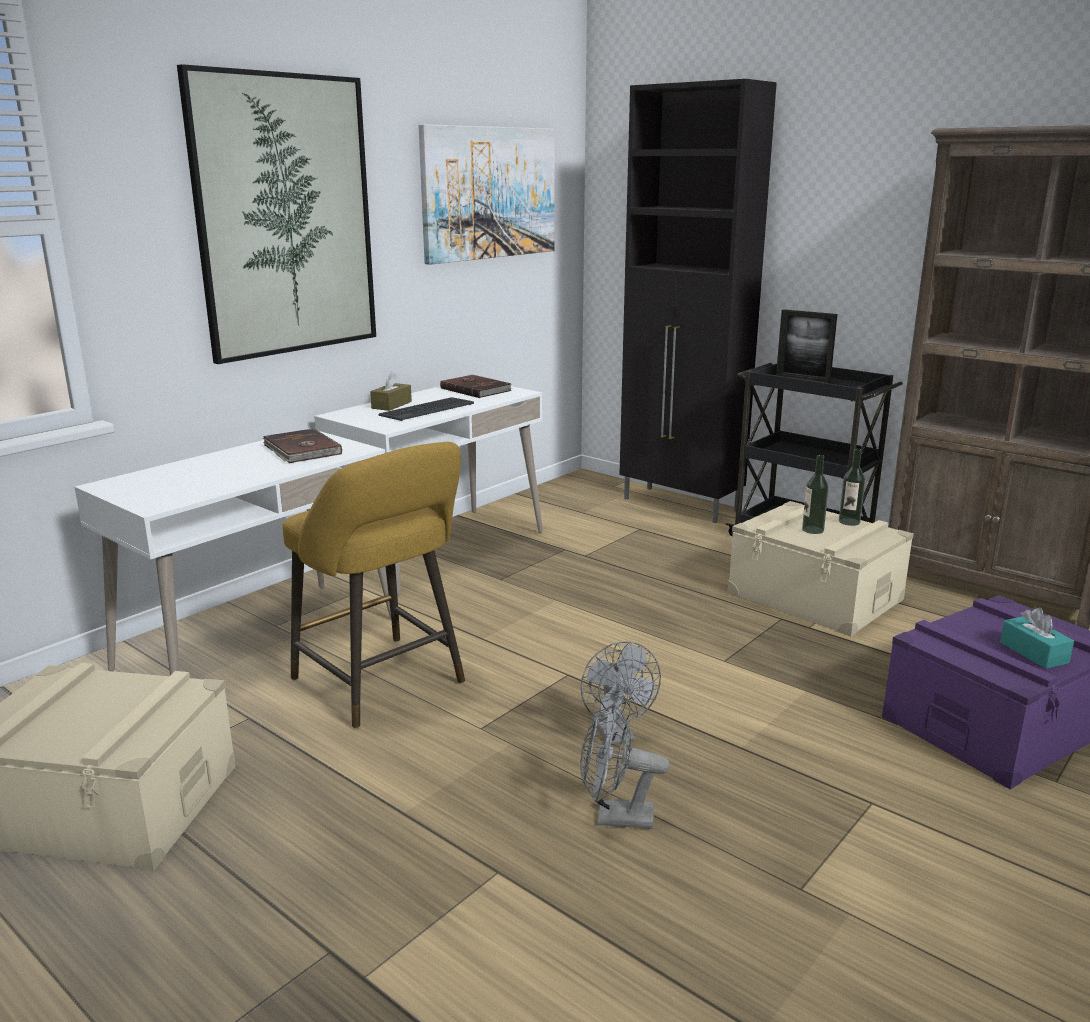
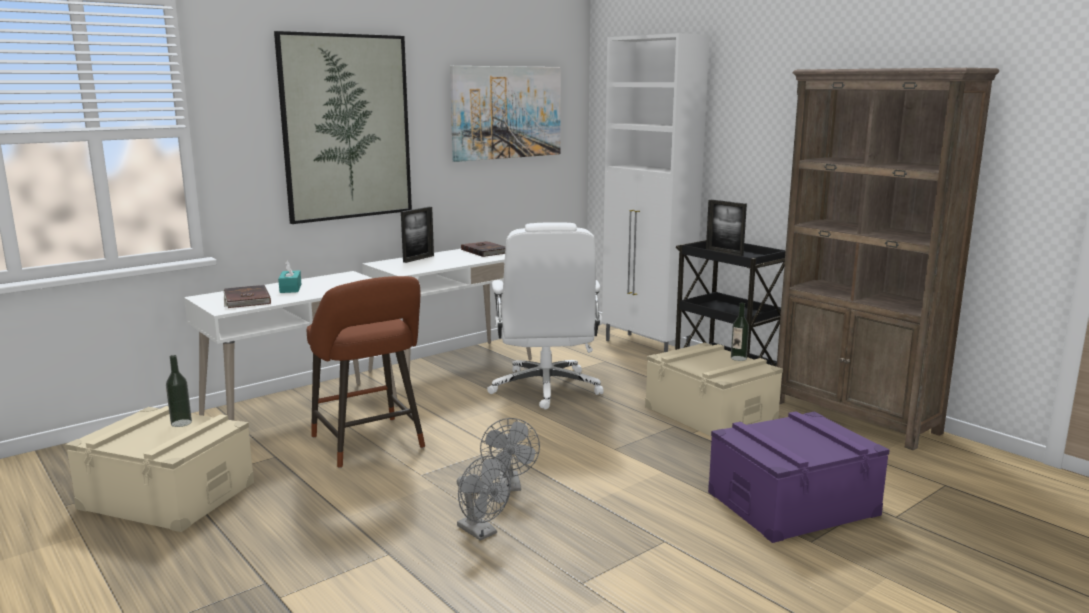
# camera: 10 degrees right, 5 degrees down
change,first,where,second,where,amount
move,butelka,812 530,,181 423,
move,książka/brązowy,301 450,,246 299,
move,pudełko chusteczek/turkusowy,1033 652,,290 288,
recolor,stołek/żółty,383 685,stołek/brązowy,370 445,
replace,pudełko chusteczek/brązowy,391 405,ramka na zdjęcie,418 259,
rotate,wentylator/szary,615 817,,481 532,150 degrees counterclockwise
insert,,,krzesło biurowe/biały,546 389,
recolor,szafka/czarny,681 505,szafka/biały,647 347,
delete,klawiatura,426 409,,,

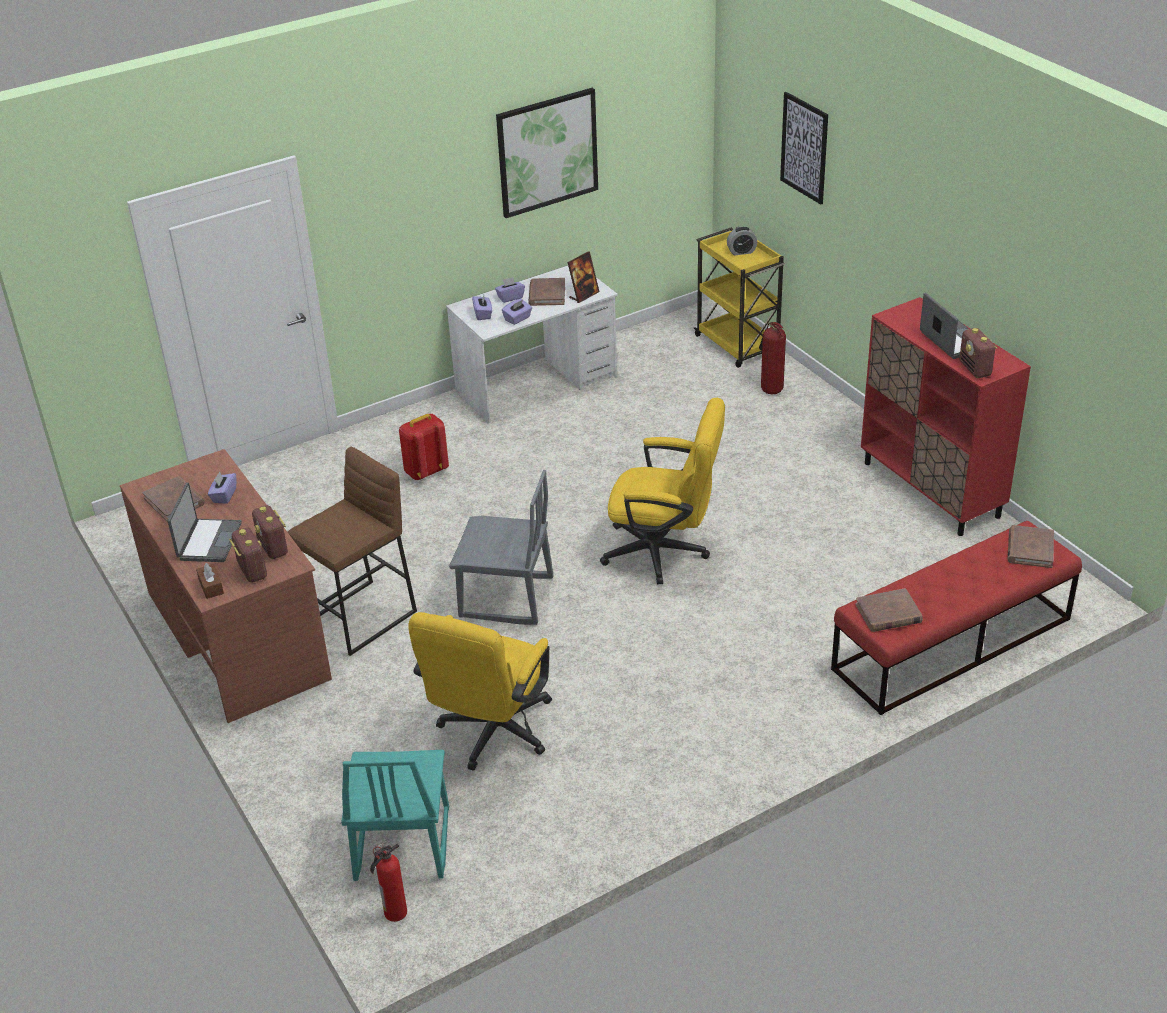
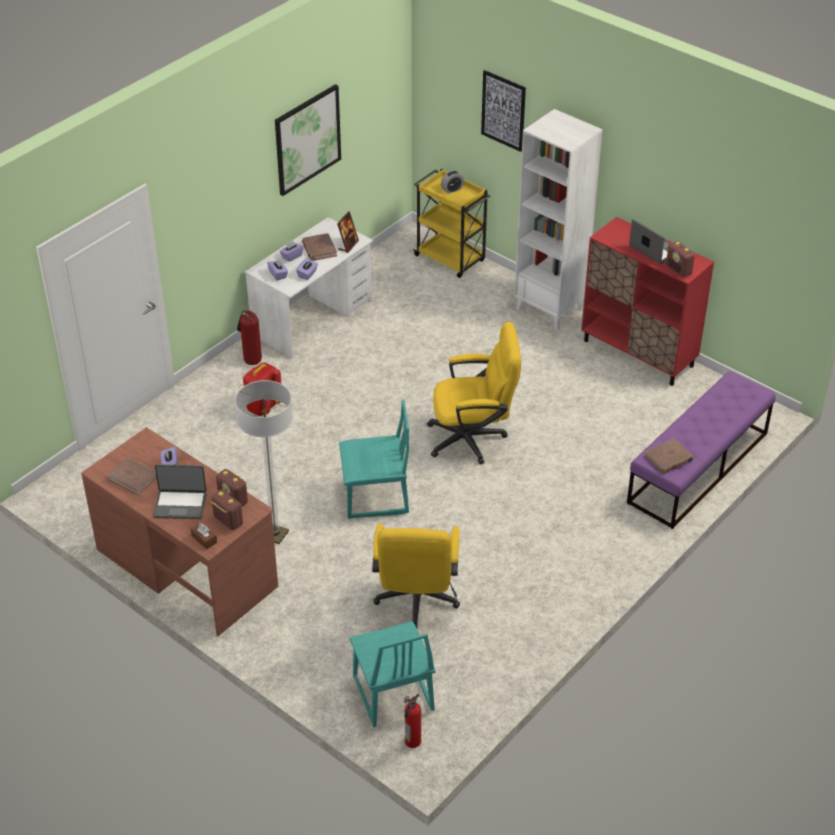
# camera: 20 degrees left, 5 degrees up
change,first,where,second,where,amount
rotate,laptop,208 541,,180 504,105 degrees clockwise
replace,stołek/brązowy,361 618,lampa stojąca,275 534,
move,gaśnica,770 389,,251 360,
recolor,krzesło/szary,506 598,krzesło/turkusowy,375 497,
insert,,,regał/biały,550 309,
recolor,ławka/czerwony,951 644,ławka/fioletowy,698 468,
delete,książka/brązowy,1030 549,,,

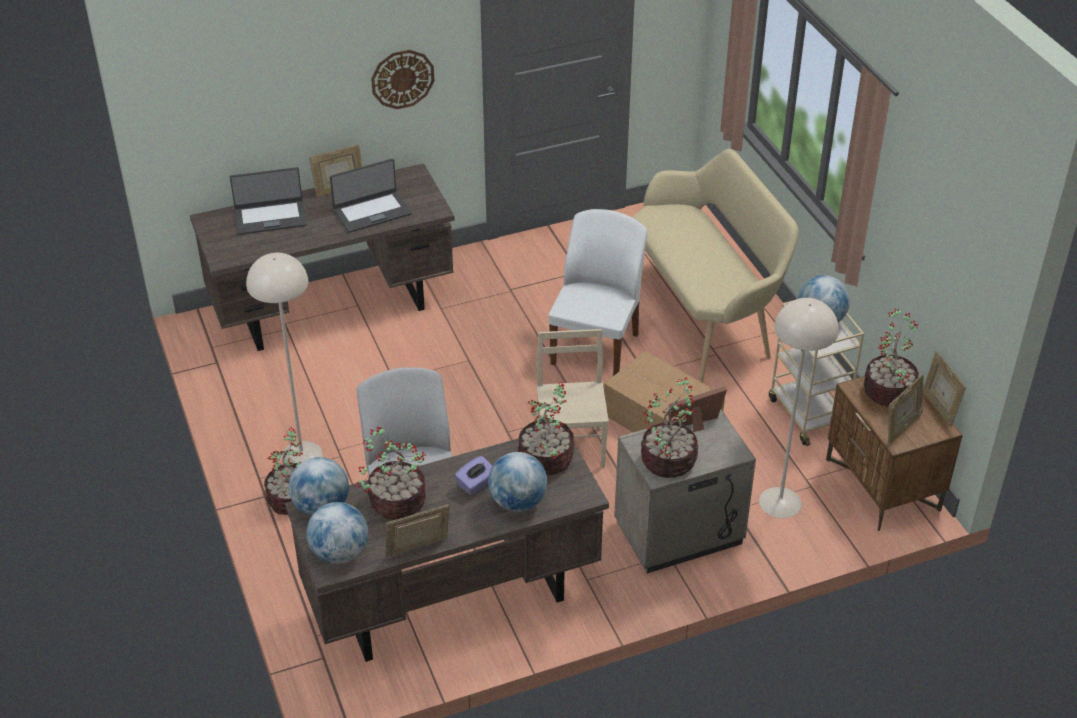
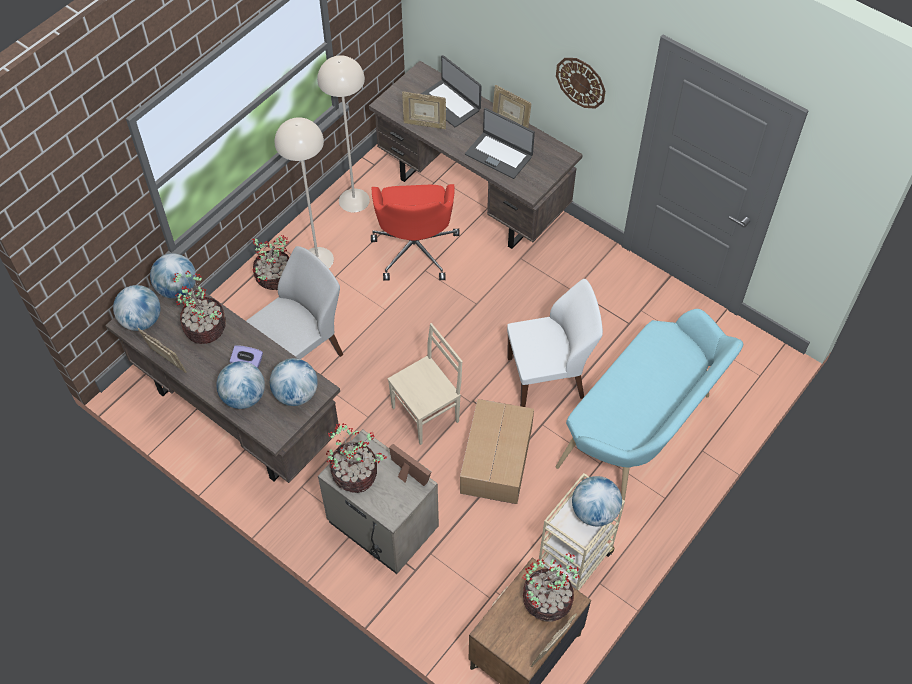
# camera: 60 degrees right, 15 degrees up
change,first,where,second,where,amount
replace,roślina doniczkowa,546 460,globus,296 394,
move,lampa stojąca/beżowy,780 502,,354 200,
insert,,,krzesło biurowe/czerwony,415 249,
move,ramka na zdjęcie,901 428,,424 124,
recolor,ławka/beżowy,704 315,ławka/turkusowy,642 433,

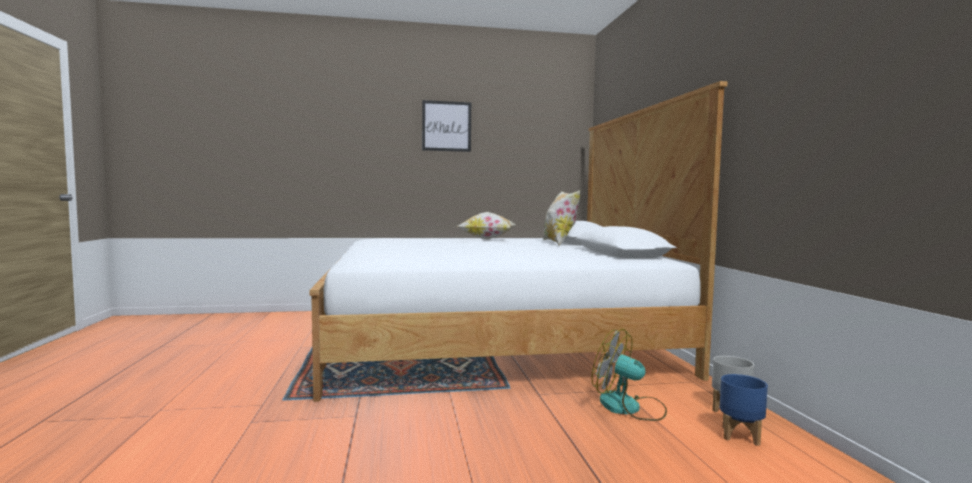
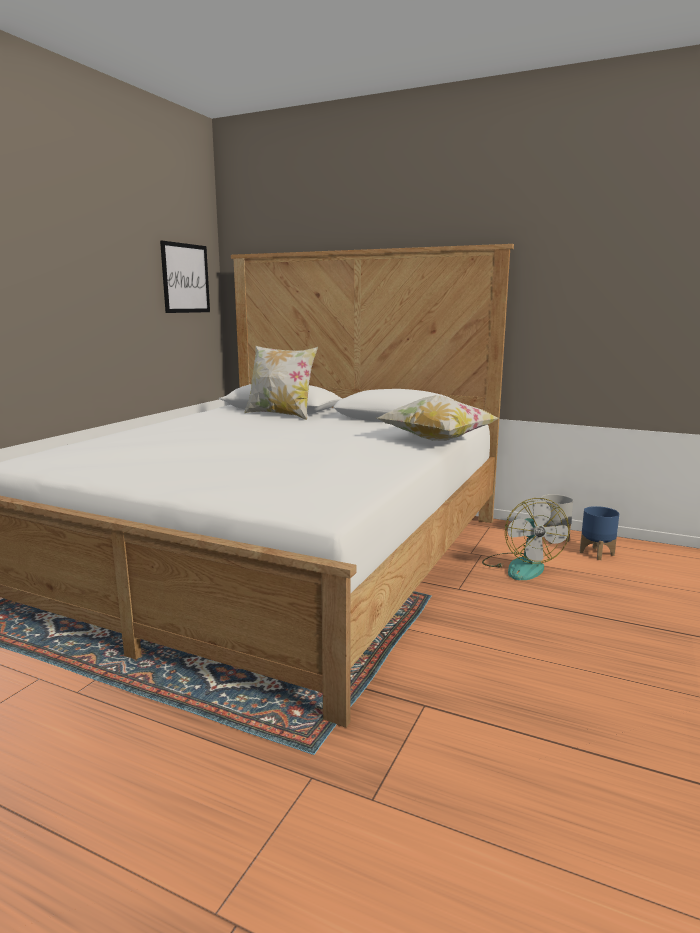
# camera: 55 degrees left, 10 degrees up
change,first,where,second,where,amount
move,obraz,446 126,,185 278,
move,poduszka,487 239,,436 440,
rotate,wentylator,629 407,,521 566,75 degrees counterclockwise

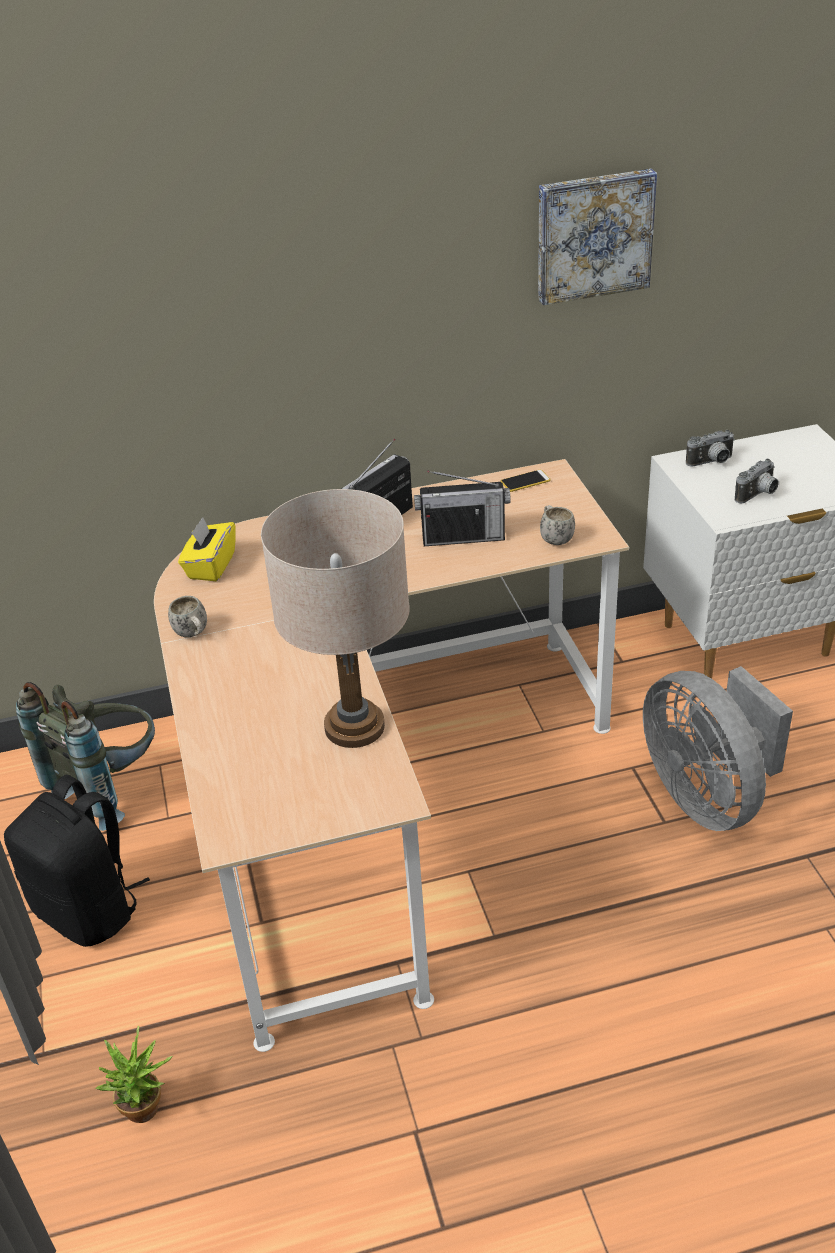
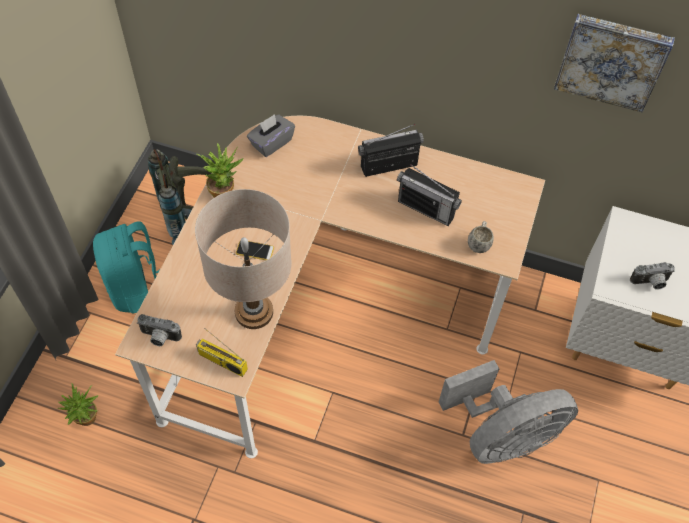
# camera: 30 degrees right, 20 degrees up
change,first,where,second,where,amount
recolor,plecak/czarny,89 910,plecak/turkusowy,136 288,
move,aparat fotograficzny,712 463,,159 338,
replace,kubek/biały,193 634,roślina doniczkowa,225 190,
insert,,,radio,221 362,
move,telefon,525 481,,255 250,
recolor,pudełko chusteczek/żółty,211 566,pudełko chusteczek/szary,271 143,
rotate,wentylator/szary,708 796,,502 435,120 degrees counterclockwise

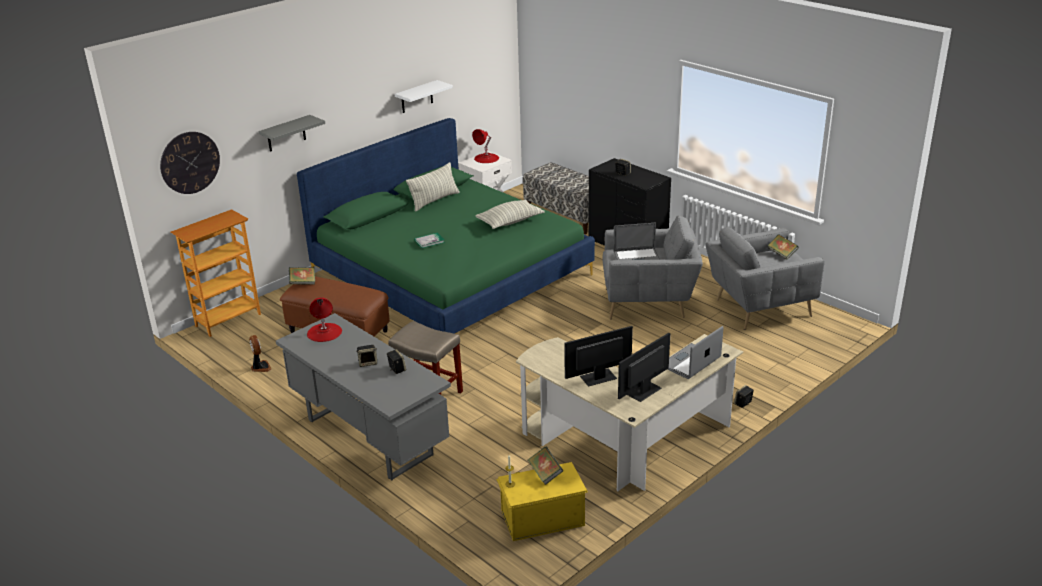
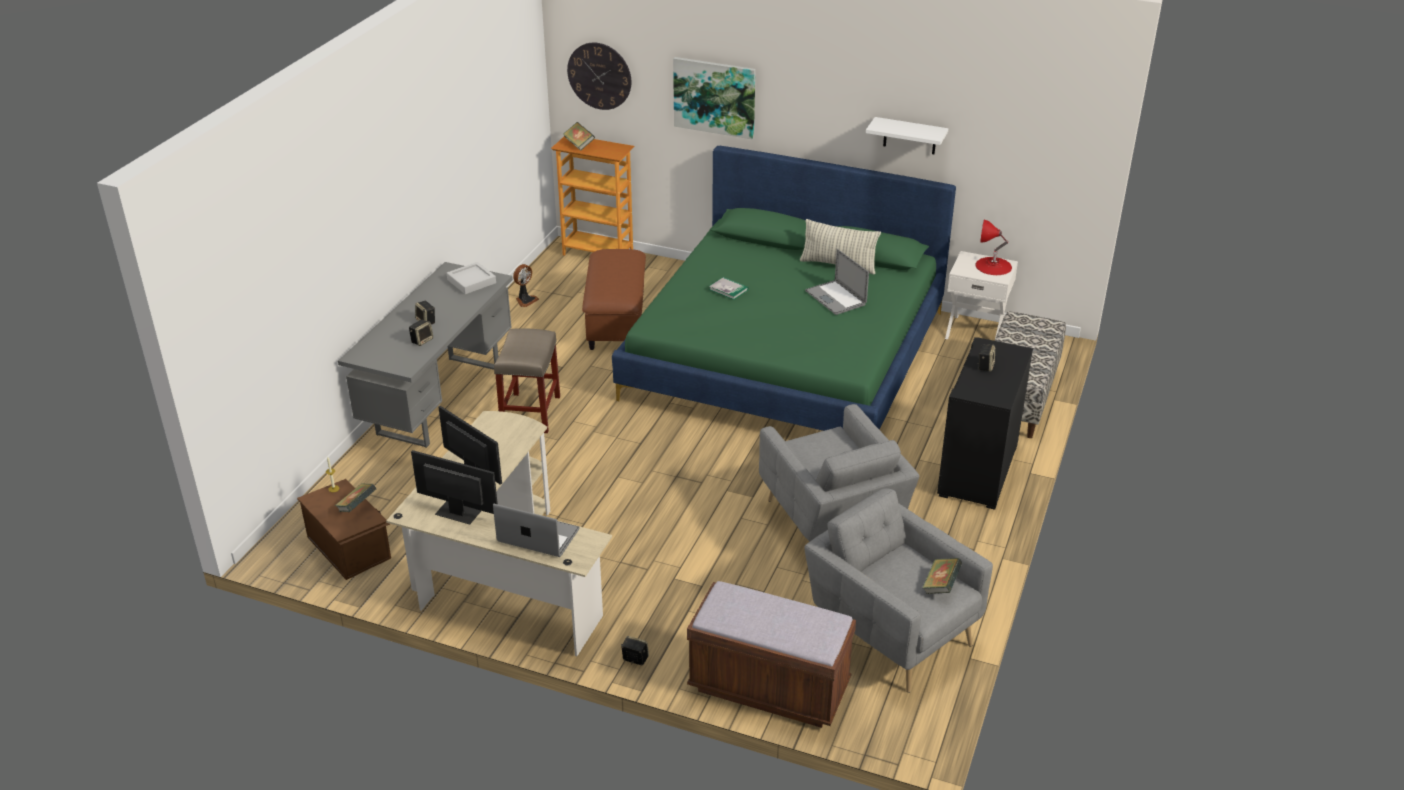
# camera: 65 degrees right, 5 degrees up
change,first,where,second,where,amount
recolor,pojemnik do przechowywania/żółty,541 517,pojemnik do przechowywania/brązowy,350 546,
replace,lampa stołowa/czerwony,324 332,taca/szary,471 281,
move,książka,303 283,,579 144,
replace,półka/szary,286 134,obraz,714 97,
insert,,,ławka/brązowy,769 687,
move,laptop,637 257,,835 298,
delete,poduszka,510 222,,,

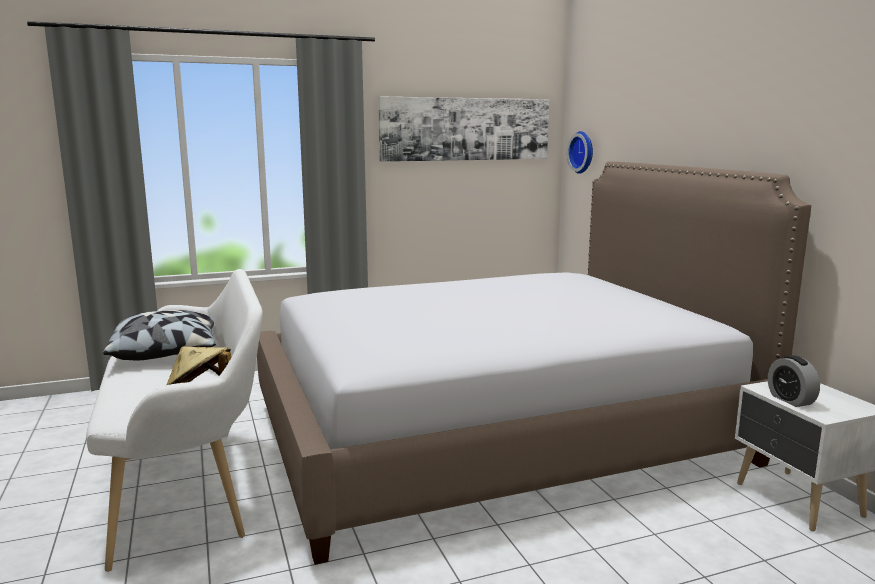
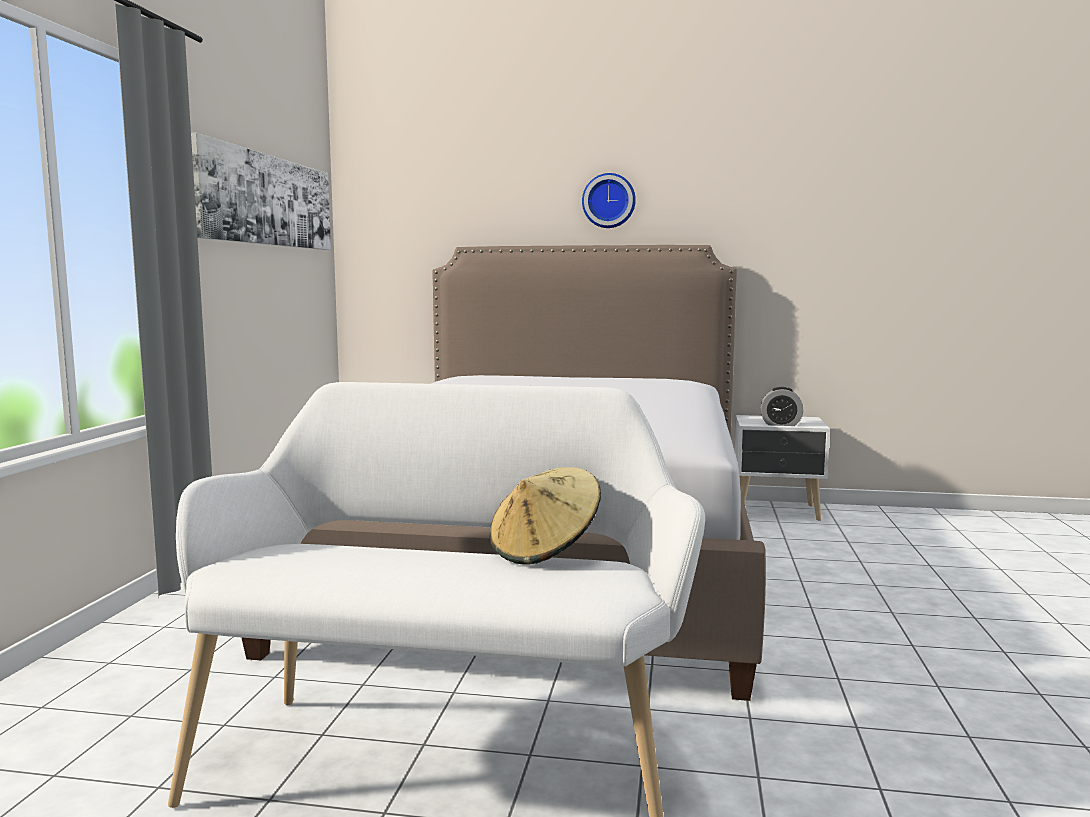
# camera: 60 degrees left, 5 degrees down
change,first,where,second,where,amount
move,zegar ścienny,583 152,,609 201,
delete,poduszka,167 352,,,

